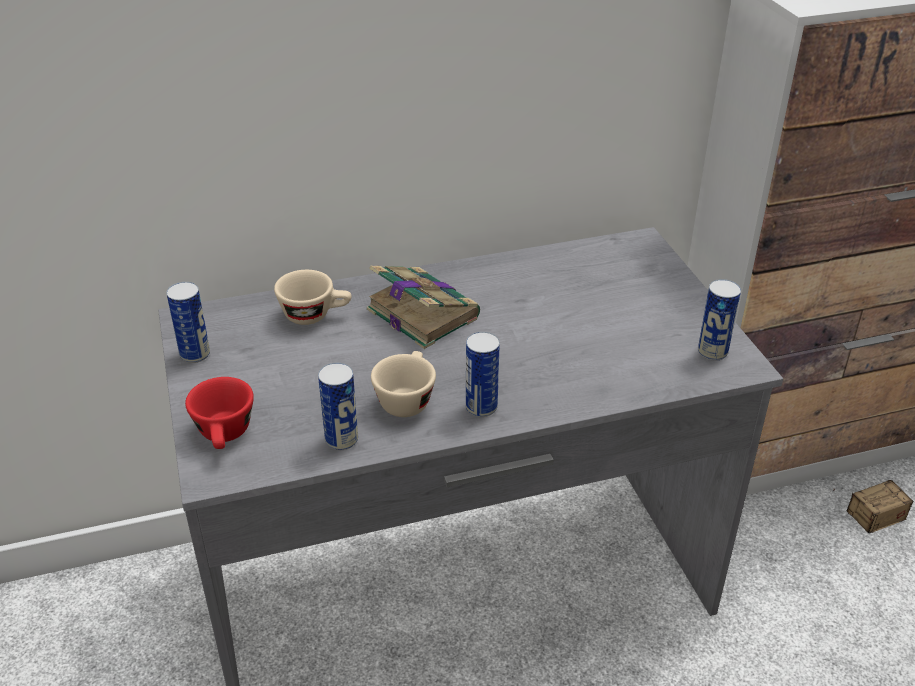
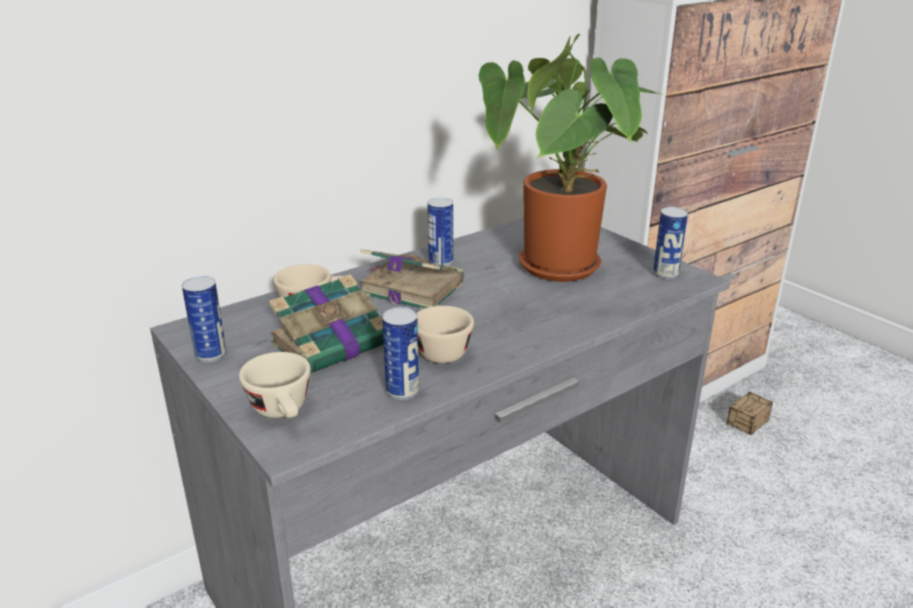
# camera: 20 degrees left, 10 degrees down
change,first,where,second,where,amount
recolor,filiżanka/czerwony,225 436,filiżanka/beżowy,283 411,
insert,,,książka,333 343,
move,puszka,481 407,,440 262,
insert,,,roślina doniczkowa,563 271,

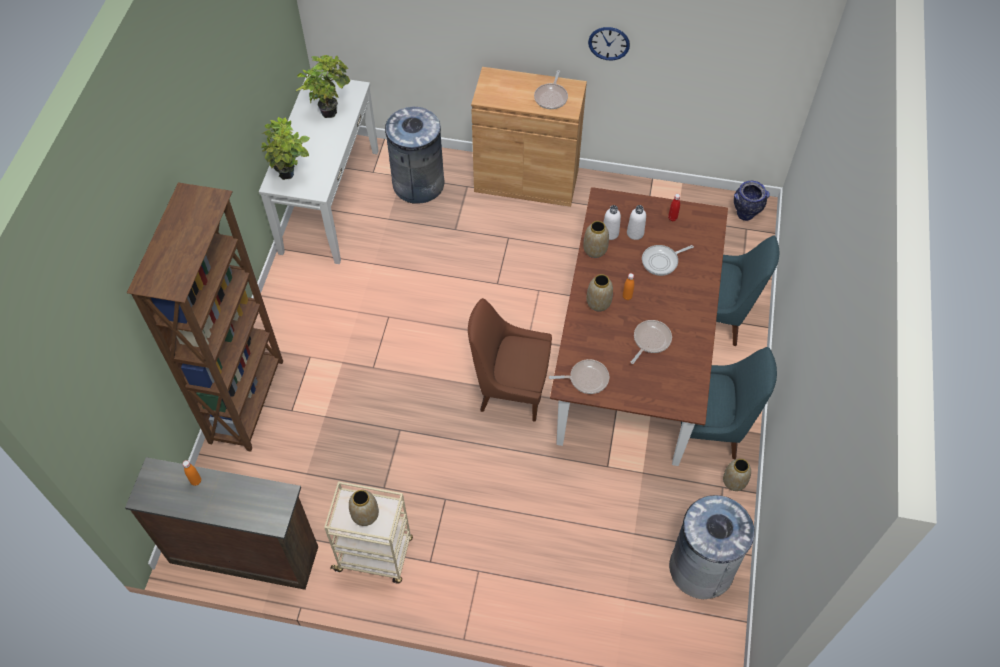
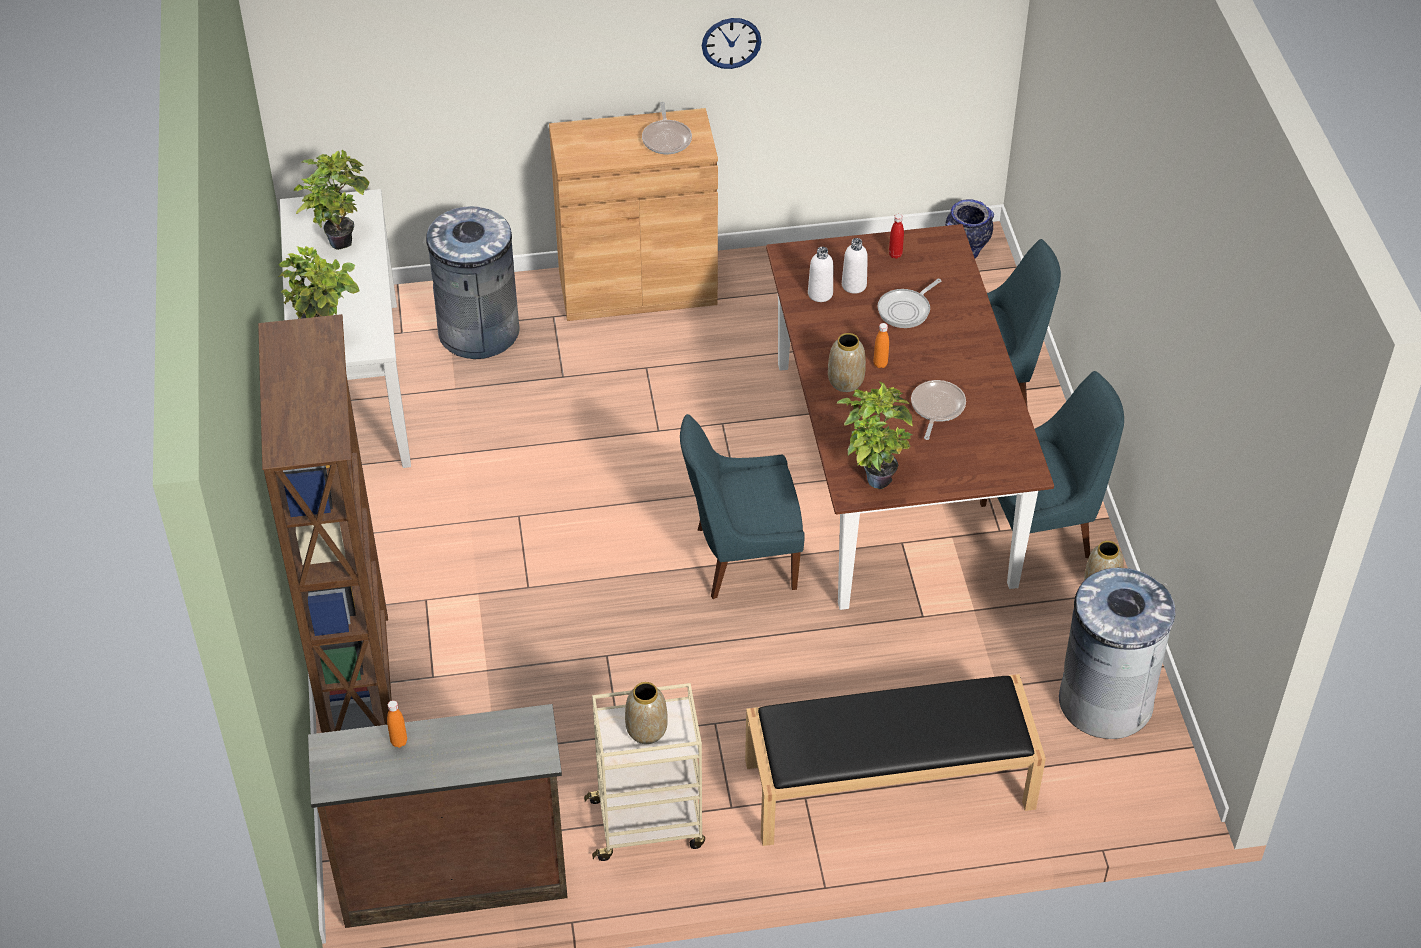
# camera: 20 degrees left, 10 degrees down
change,first,where,second,where,amount
recolor,krzesło/brązowy,510 388,krzesło/niebieski,741 558,
insert,,,ławka/czarny,887 785,
replace,patelnia,586 378,roślina doniczkowa,873 476,
delete,wazon,595 250,,,

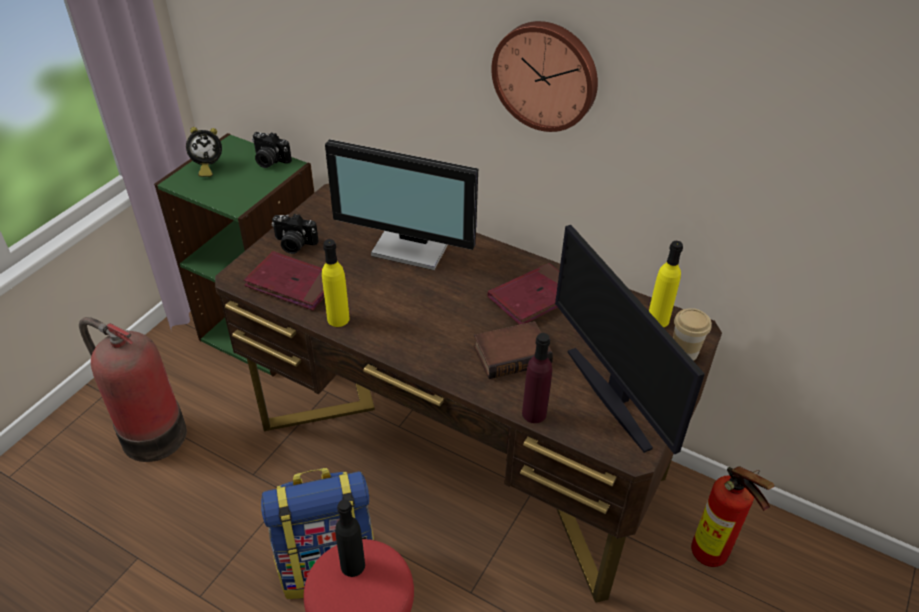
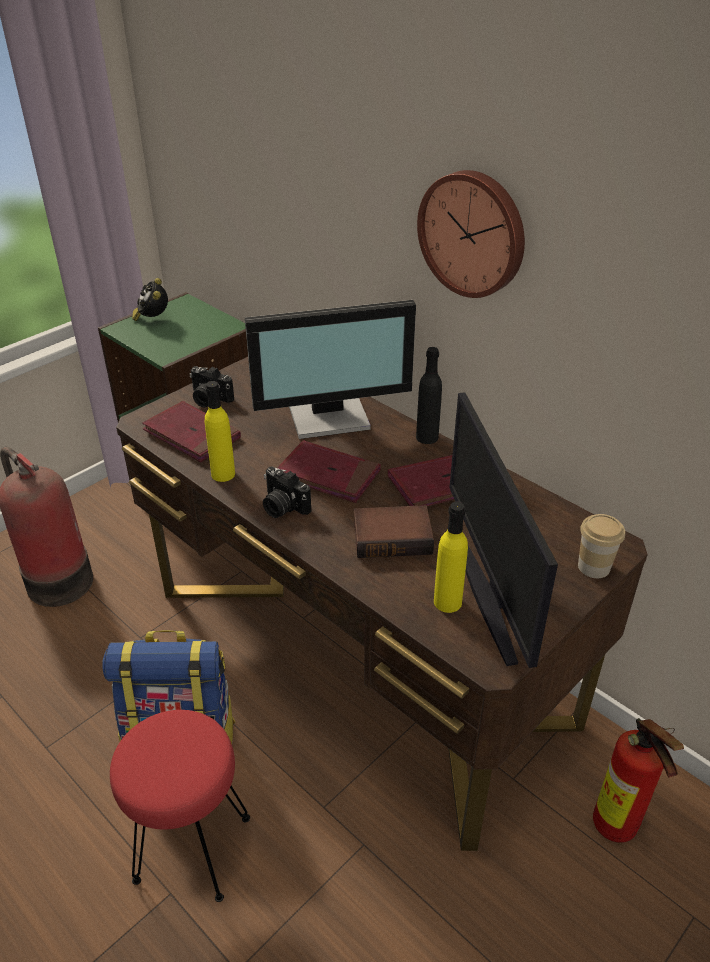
# camera: 15 degrees right, 5 degrees down
change,first,where,second,where,amount
rotate,budzik,207 167,,153 319,90 degrees clockwise
rotate,monitor,413 245,,330 416,45 degrees counterclockwise
move,aparat fotograficzny,269 161,,282 507,
insert,,,książka/czerwony,328 475,
move,butelka/czarny,352 565,,427 437,
move,butelka/żółty,658 319,,447 602,
delete,butelka/fioletowy,534 413,,,

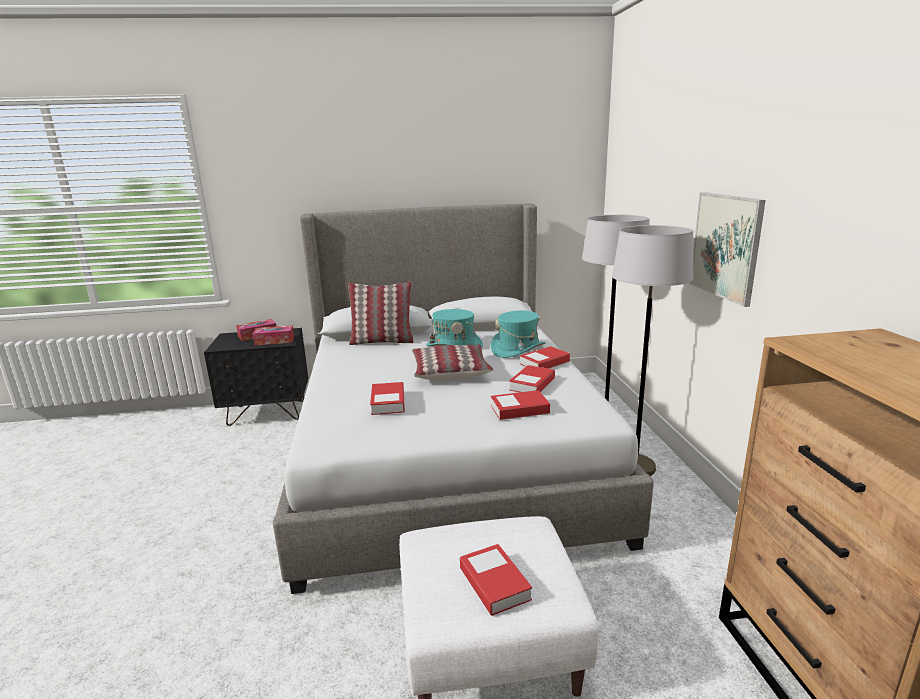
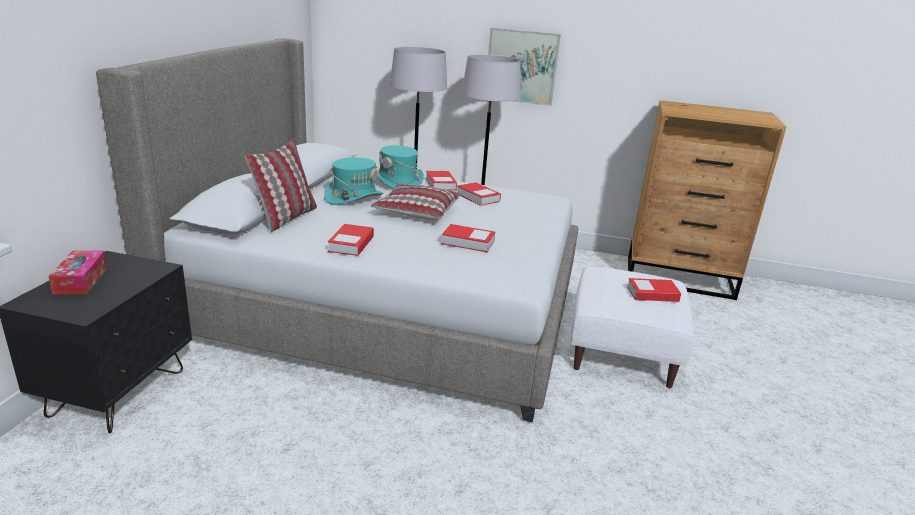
# camera: 70 degrees left, 5 degrees up
change,first,where,second,where,amount
move,książka,519 410,,351 244,
delete,pudełko chusteczek,274 341,,,

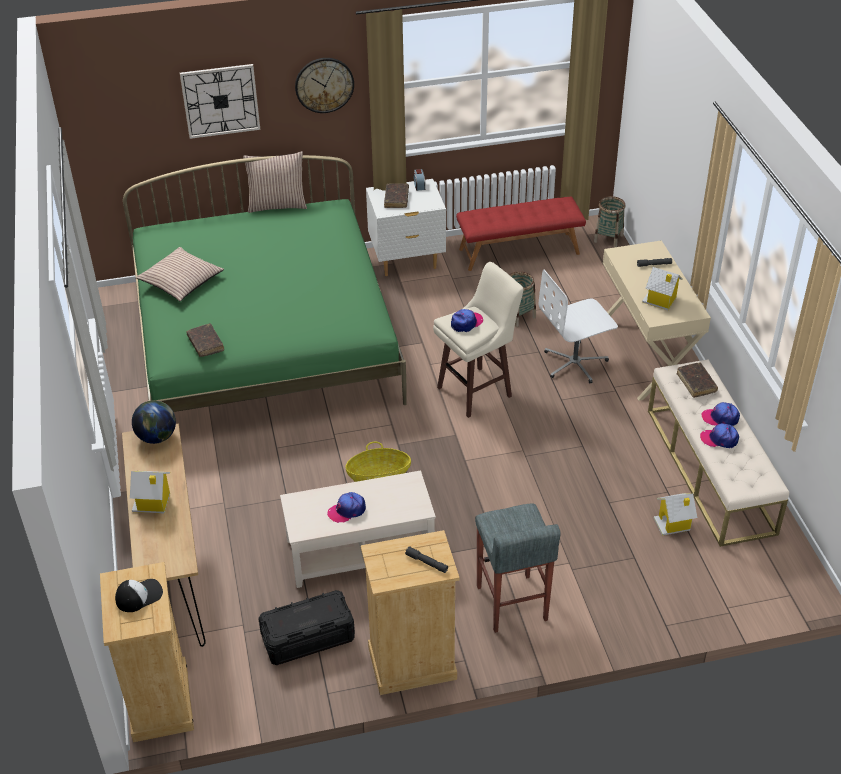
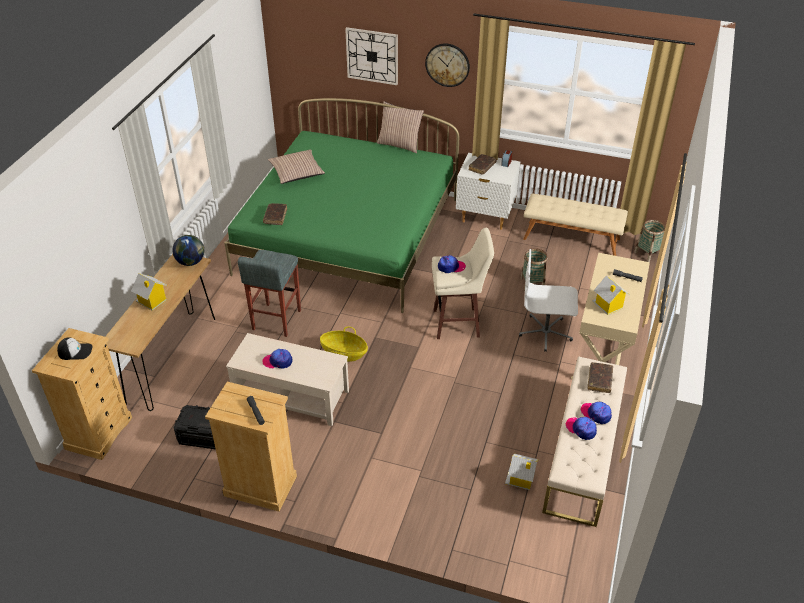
# camera: 30 degrees right, 0 degrees up
change,first,where,second,where,amount
move,stołek/szary,511 604,,276 320,
recolor,ławka/czerwony,519 251,ławka/beżowy,571 238,

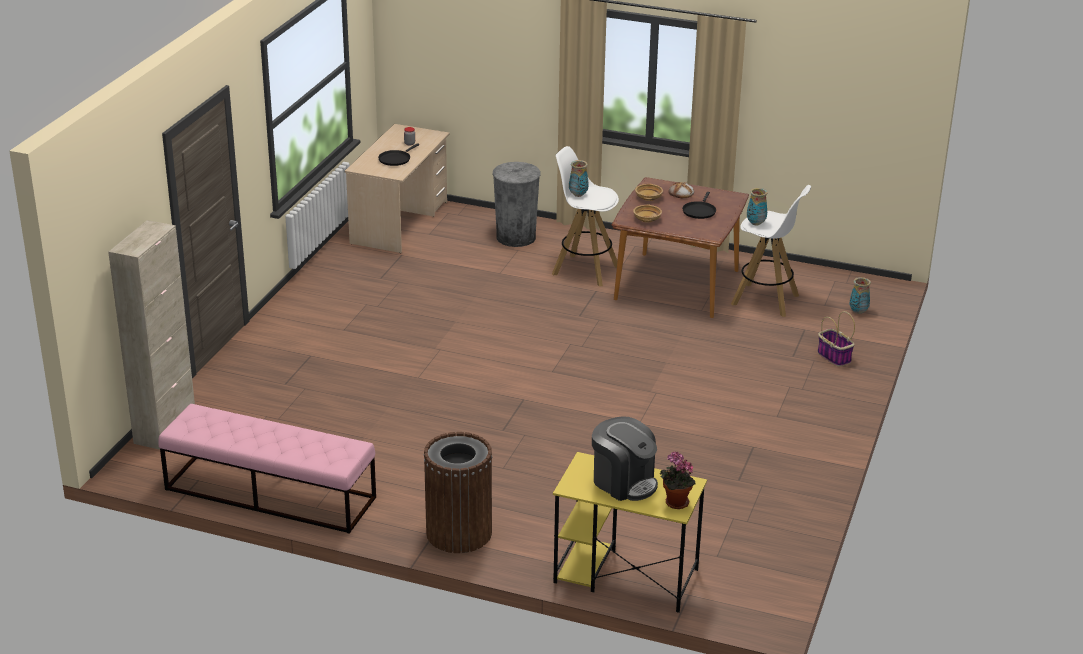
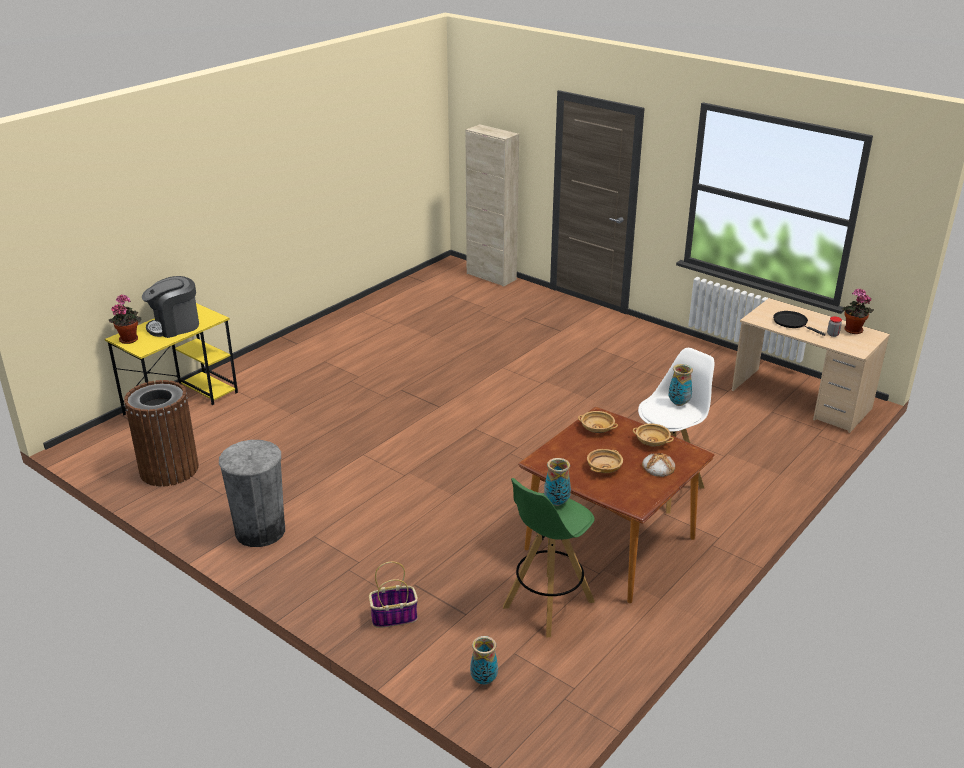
# camera: 110 degrees right, 0 degrees up
change,first,where,second,where,amount
move,kosz na śmieci/brązowy,459 533,,169 469,
move,kosz na śmieci/szary,516 237,,260 531,
recolor,stołek/biały,766 300,stołek/zielony,547 604,
replace,patelnia/czarny,699 211,miska/beżowy,604 468,
insert,,,roślina doniczkowa,852 331,
delete,ławka/różowy,269 493,,,

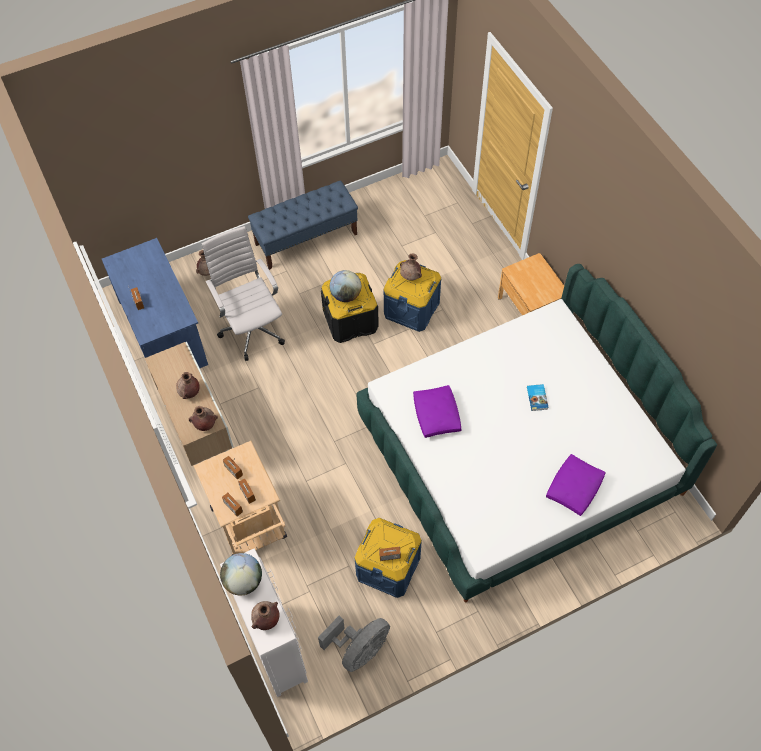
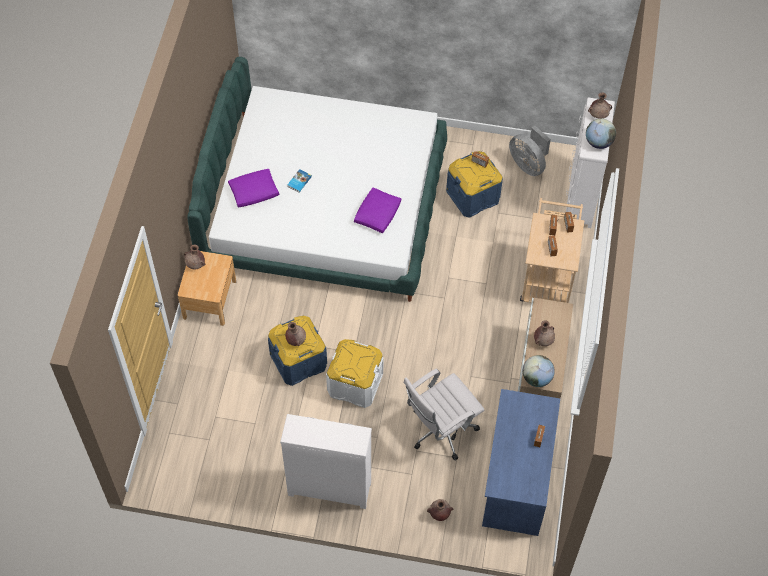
# camera: 145 degrees left, 0 degrees up
change,first,where,second,where,amount
move,wazon/brązowy,205 424,,196 265,
move,poduszka/fioletowy,574 488,,254 192,
replace,ławka/niebieski,306 239,komoda/biały,329 488,
recolor,pojemnik do przechowywania/czarny,350 320,pojemnik do przechowywania/biały,355 384,
rotate,krzesło biurowe/biały,251 328,,440 431,45 degrees clockwise
rotate,wentylator/szary,359 649,,528 164,120 degrees counterclockwise
move,globus,346 295,,536 378,

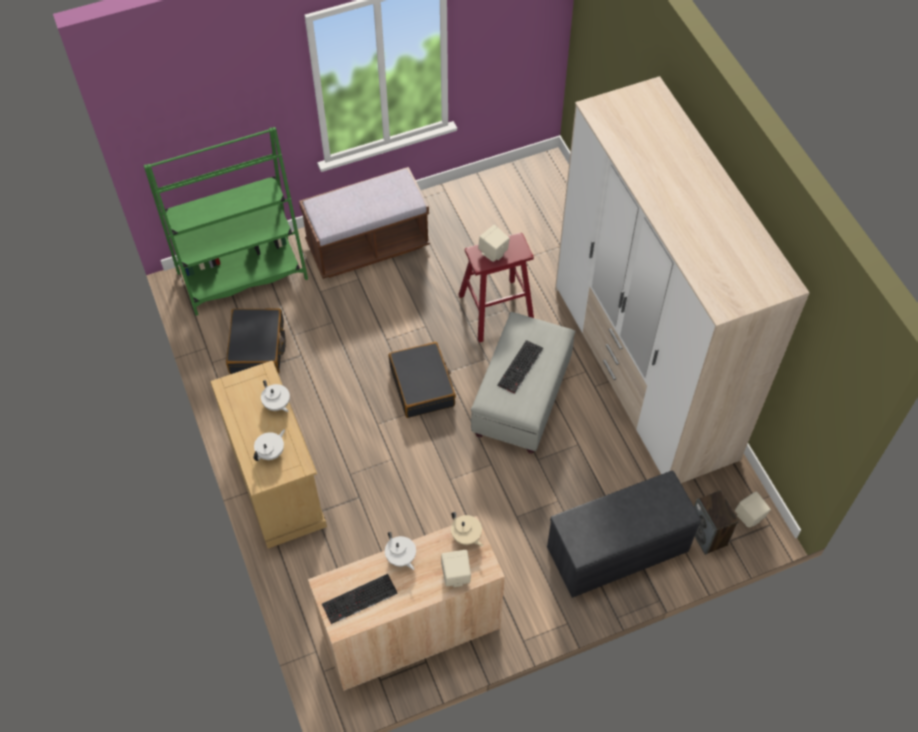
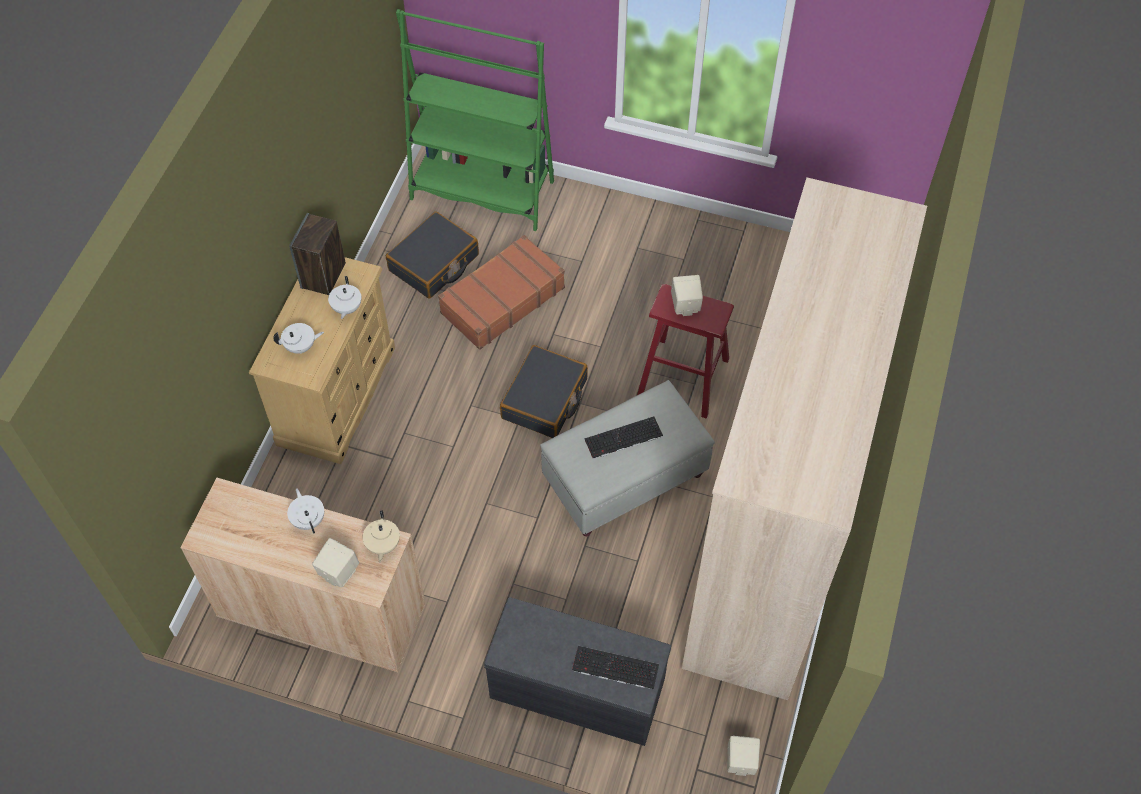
# camera: 40 degrees right, 0 degrees up
change,first,where,second,where,amount
rotate,imbryk/biały,401 558,,308 519,150 degrees clockwise
move,głośnik,708 535,,323 276,
insert,,,walizka/brązowy,501 300,
move,klawiatura,359 600,,614 668,
delete,ławka/brązowy,368 246,,,

